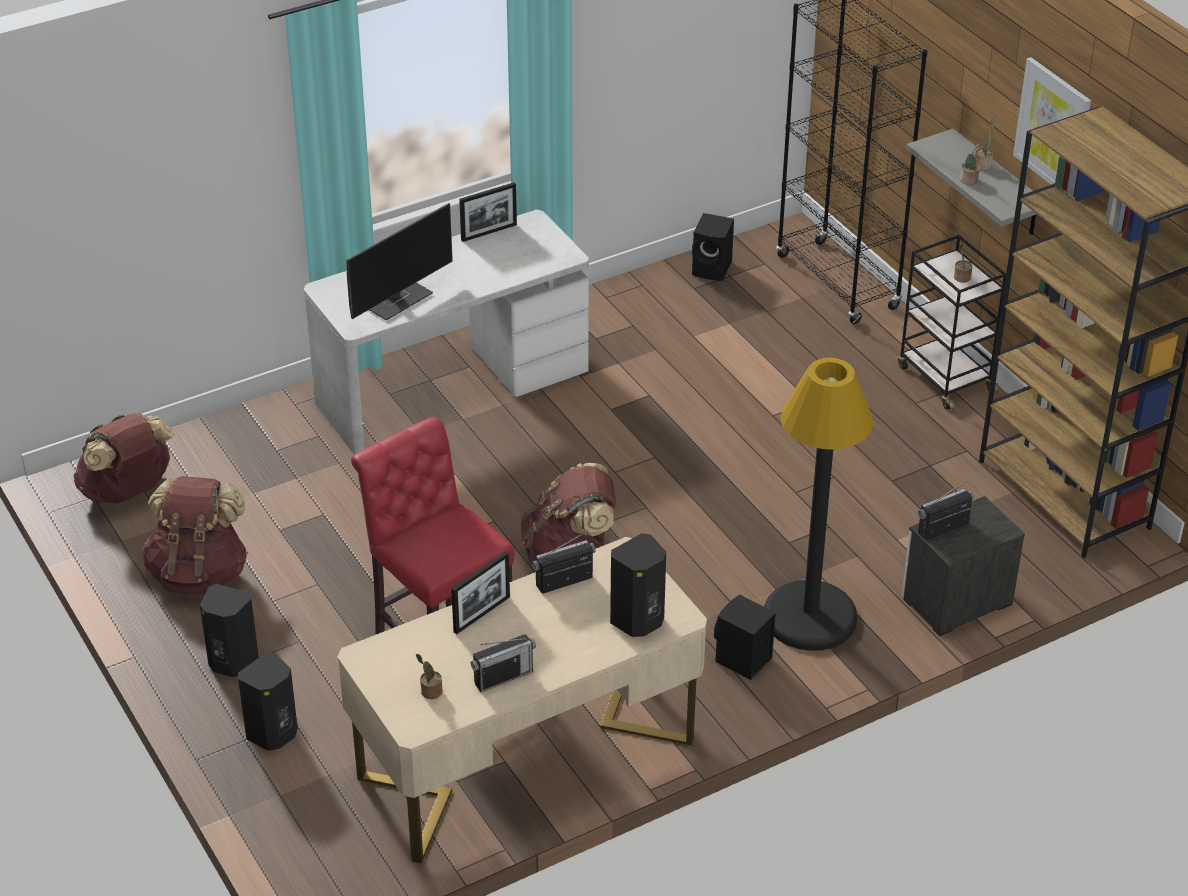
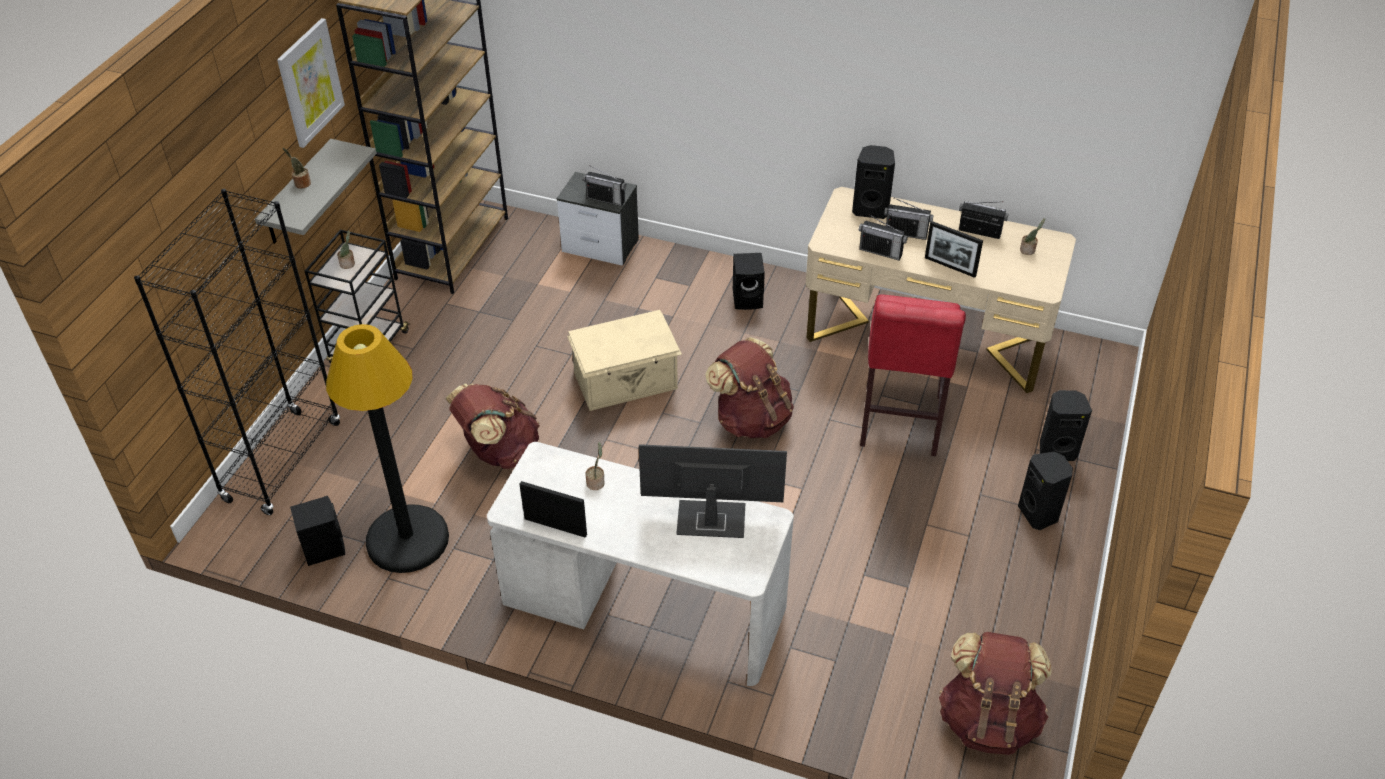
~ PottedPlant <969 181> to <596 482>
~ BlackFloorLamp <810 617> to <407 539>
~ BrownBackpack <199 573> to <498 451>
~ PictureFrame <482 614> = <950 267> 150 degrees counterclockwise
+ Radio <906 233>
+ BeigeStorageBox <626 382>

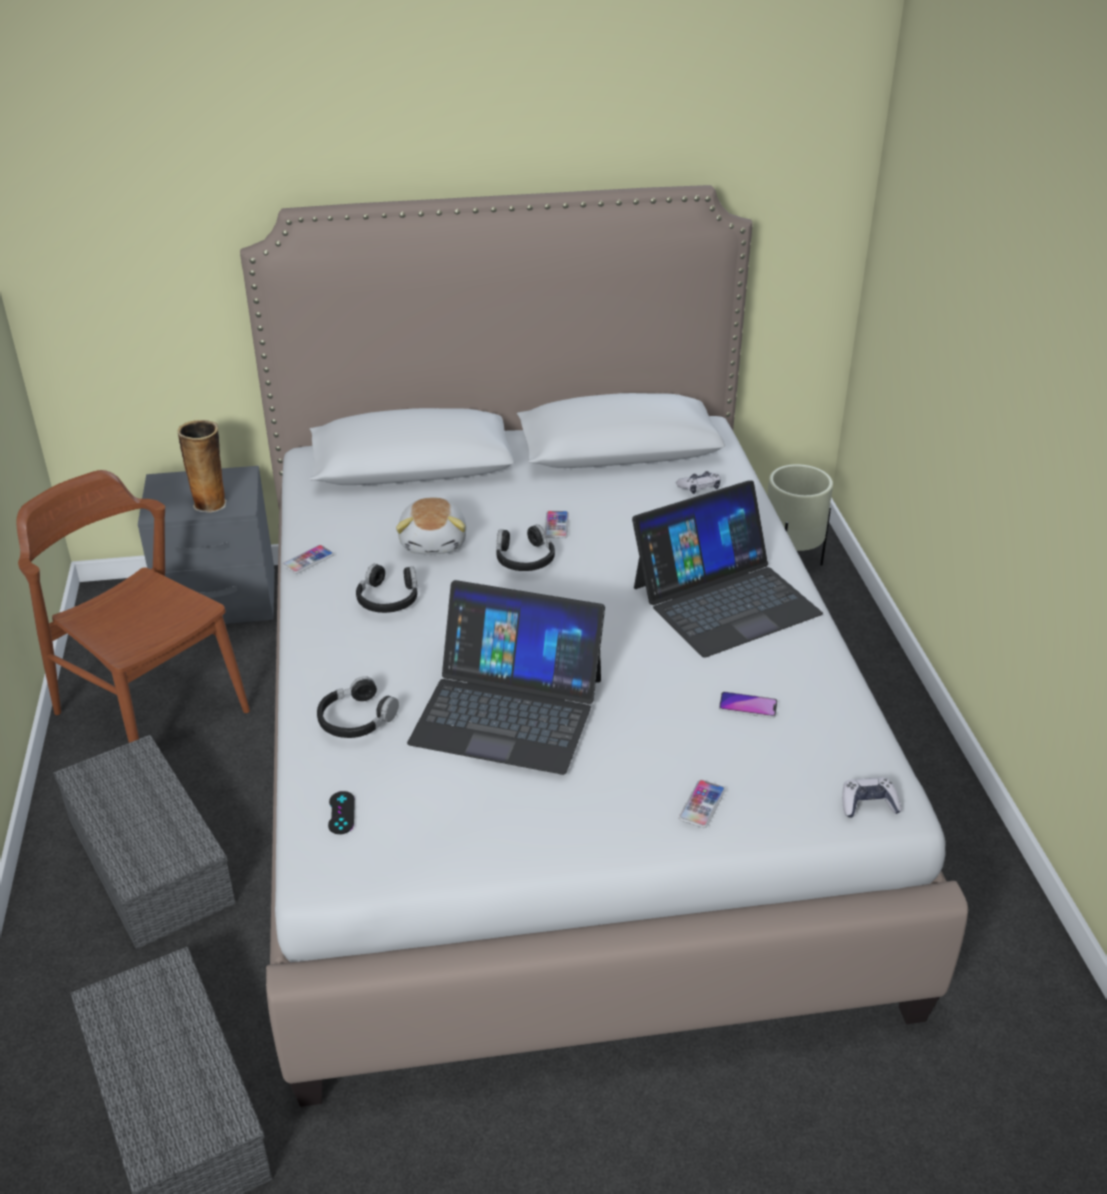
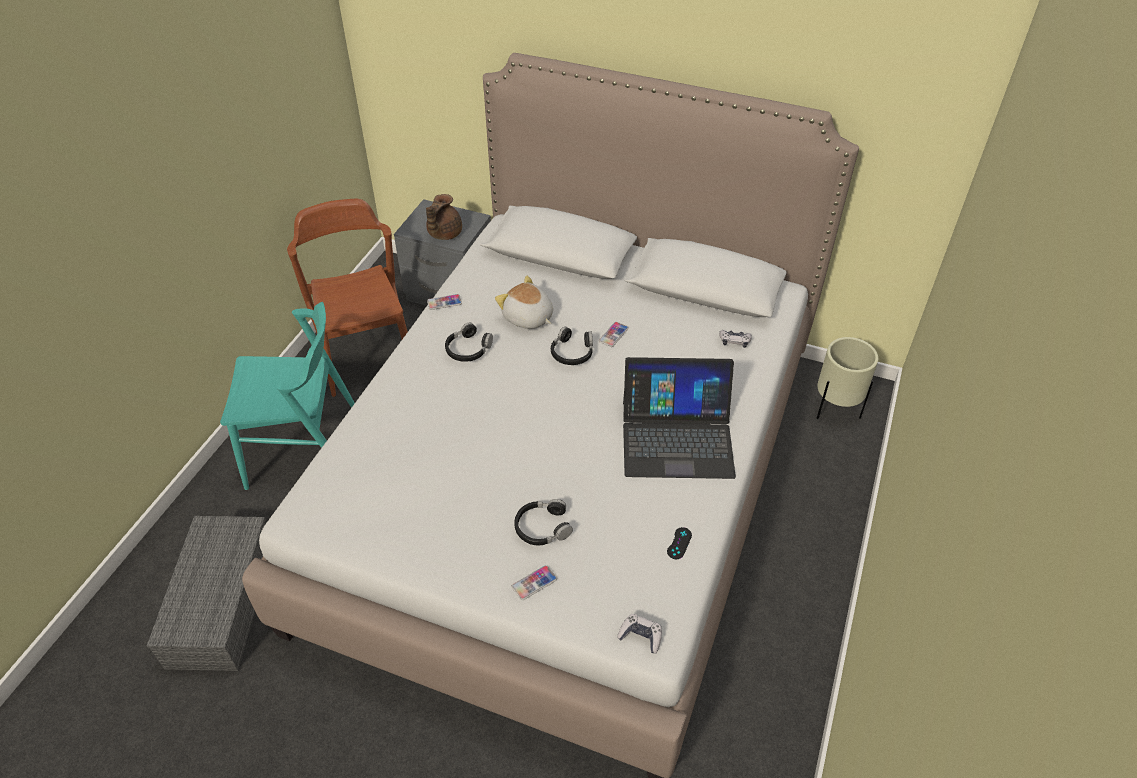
~ Vase <211 503> to BrownTeapot <443 234>
~ PlushToy <434 542> = <527 318> 105 degrees clockwise
- Laptop <508 710>
~ BlackHeadphones <356 719> to <542 527>
- Phone <748 706>
~ GreyStorageBox <153 861> to TurquoiseChair <305 450>
~ BlackGameController <341 813> to <679 543>

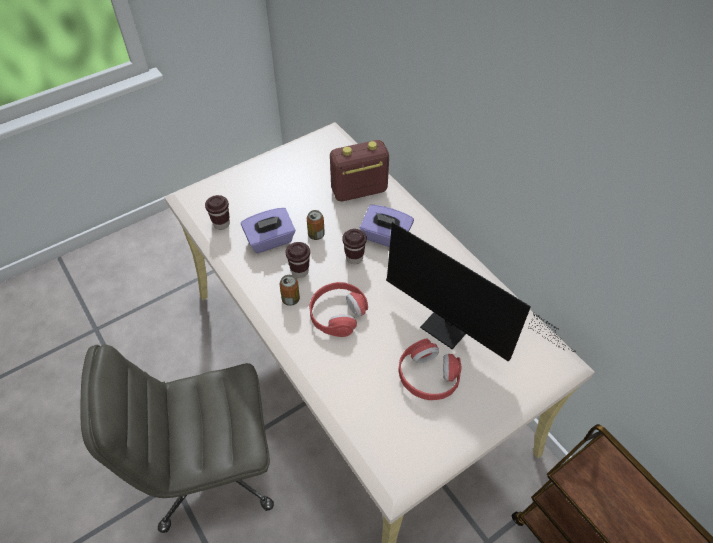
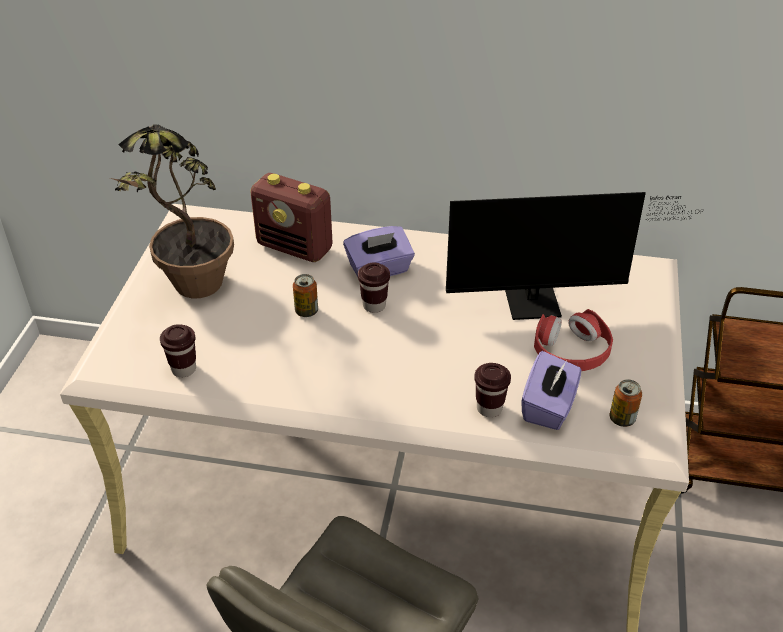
~ Radio <358 191> = <295 247> 90 degrees counterclockwise
~ PurpleTissueBox <270 241> to <549 407>
~ BrownCup <300 271> to <489 408>
~ Can <291 299> to <622 419>
- RedHeadphones <337 313>
+ PottedPlant <191 295>

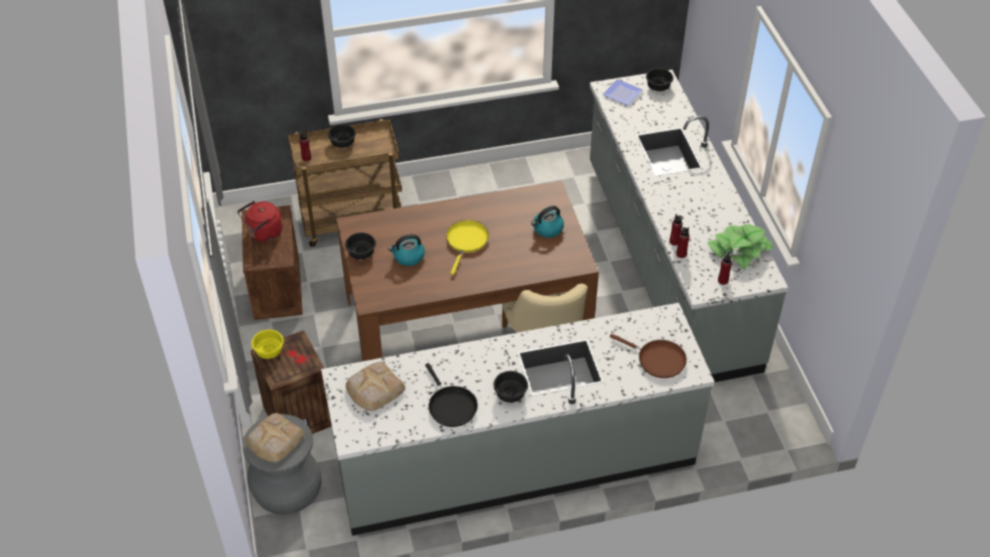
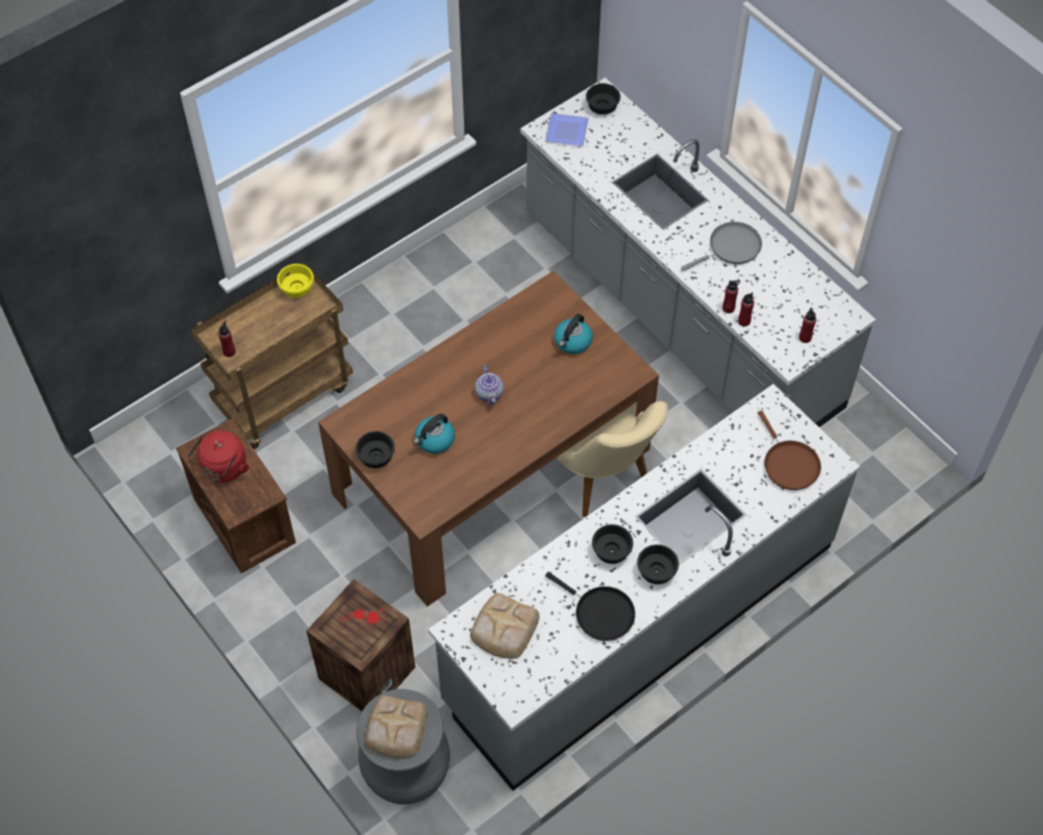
~ BlackBowl <341 143> to <610 552>
~ YellowFryingPan <466 241> to Teapot <490 393>
- PottedPlant <739 250>
~ YellowBowl <270 351> to <298 288>
~ BrownFryingPan <658 360> = <789 464> 60 degrees clockwise
+ GreyFryingPan <731 248>

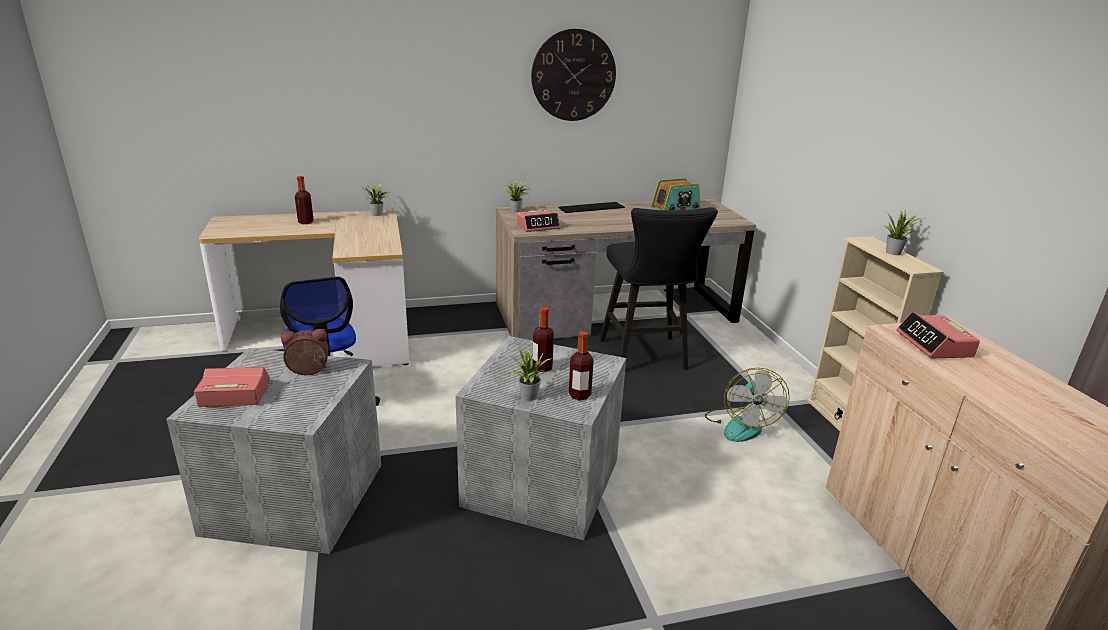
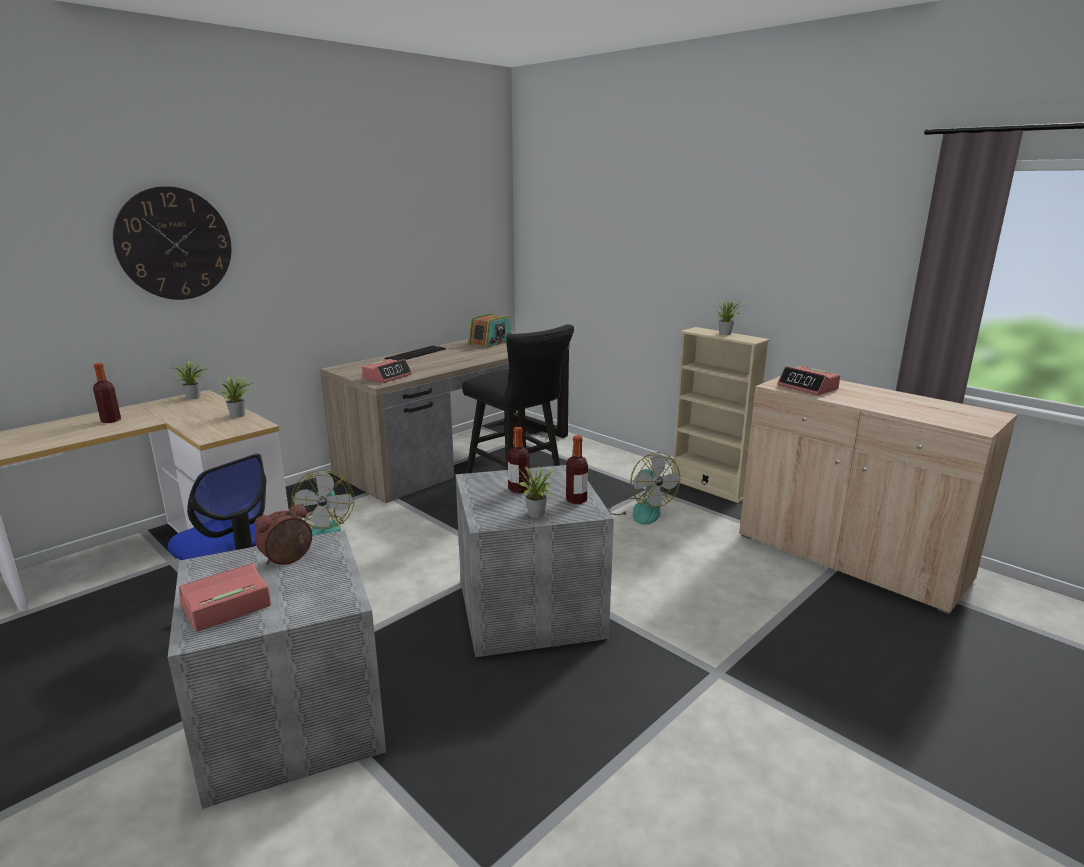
~ WallClock <573 75> to <174 244>
~ PottedPlant <517 211> to <239 415>
+ Fan <322 530>

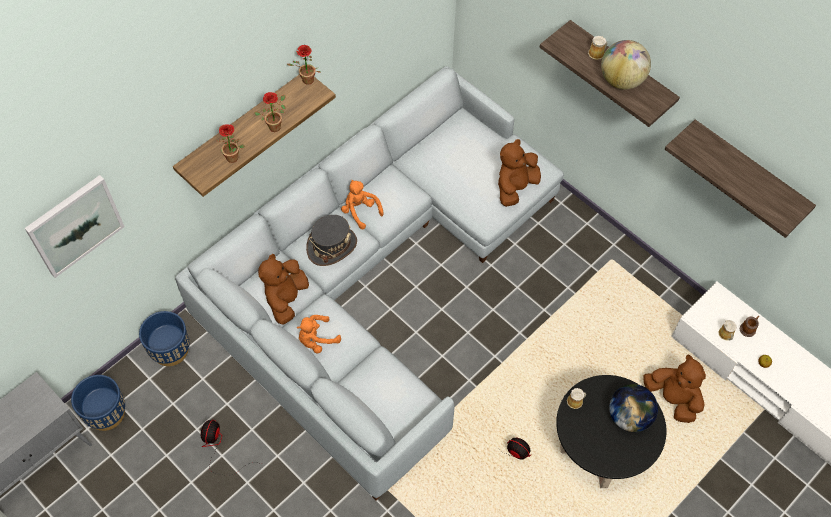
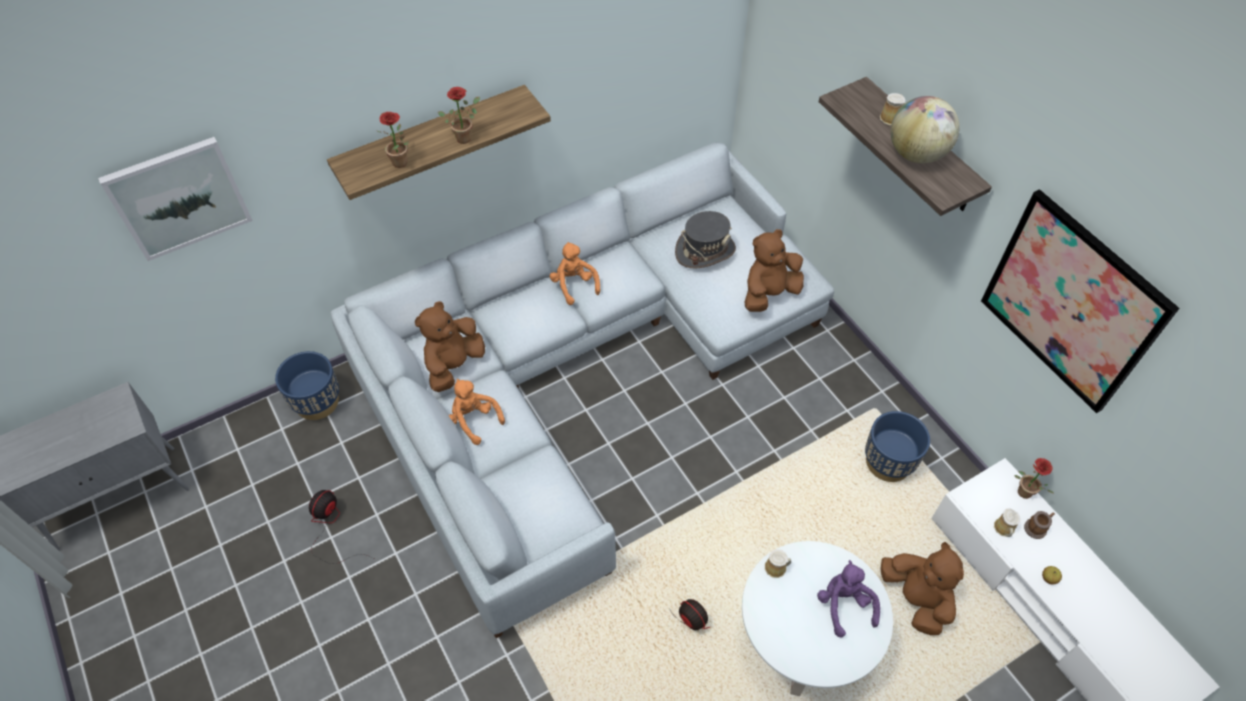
~ PottedPlant <306 81> to <1022 493>
~ Shelf <748 172> to Picture <1071 302>
~ GreyHat <332 246> to <705 250>
~ OrangePlushToy <316 340> = <473 420> 60 degrees clockwise
~ BluePlanter <106 413> to <888 462>
~ BlackCoffeeTable <599 450> to WhiteCoffeeTable <802 643>
~ Globe <629 416> to PurplePlushToy <844 605>

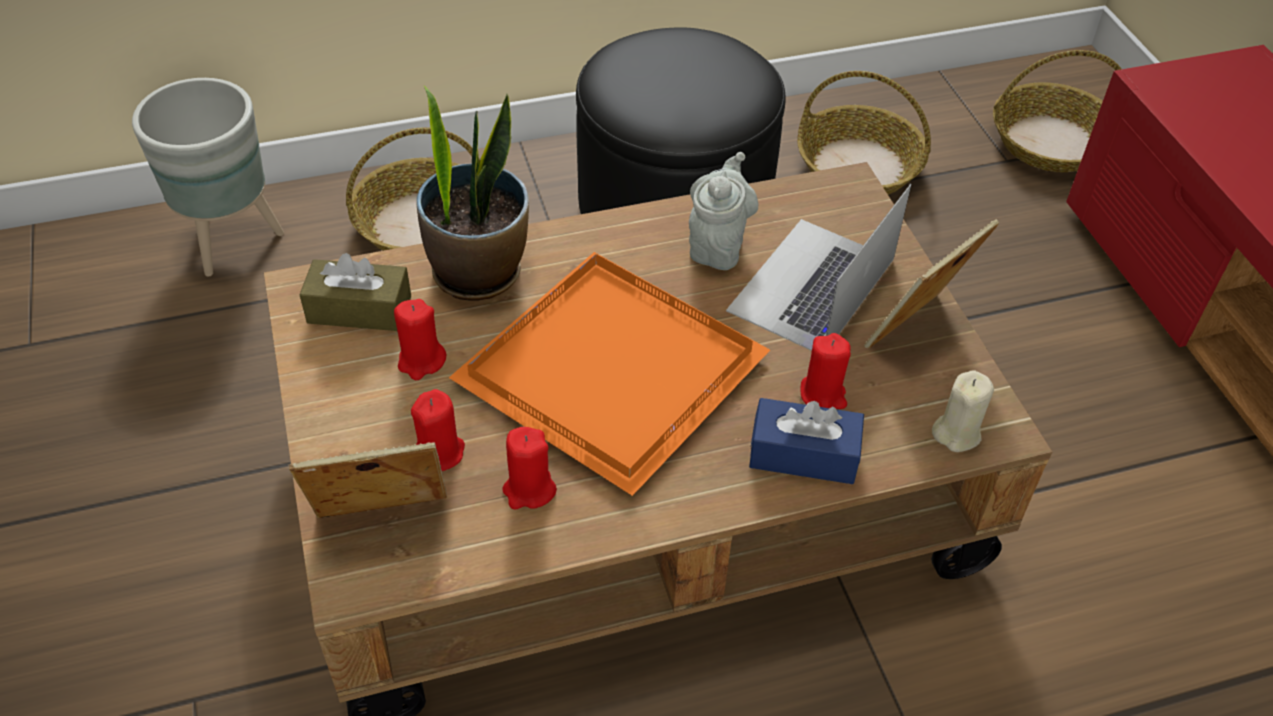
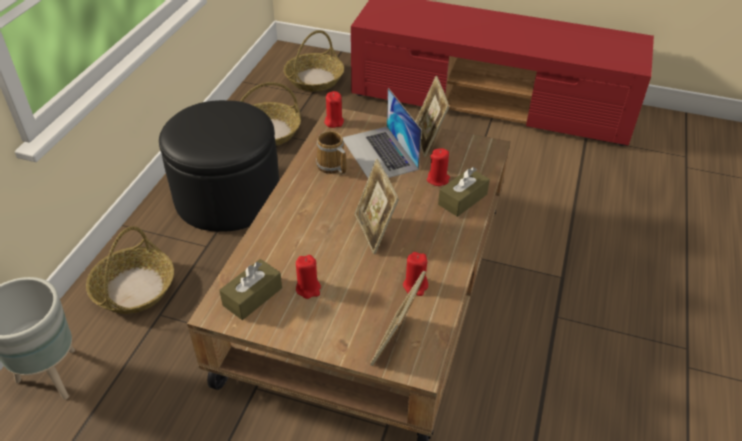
- PottedPlant <478 271>
~ GreyTeapot <718 245> to Mug <331 166>
~ OrangeTray <612 375> to PictureFrame <375 231>
- BeigeCandle <956 433>
~ RedCandle <440 452> to <333 122>
~ BlueTissueBox <803 454> to BrownTissueBox <462 199>

